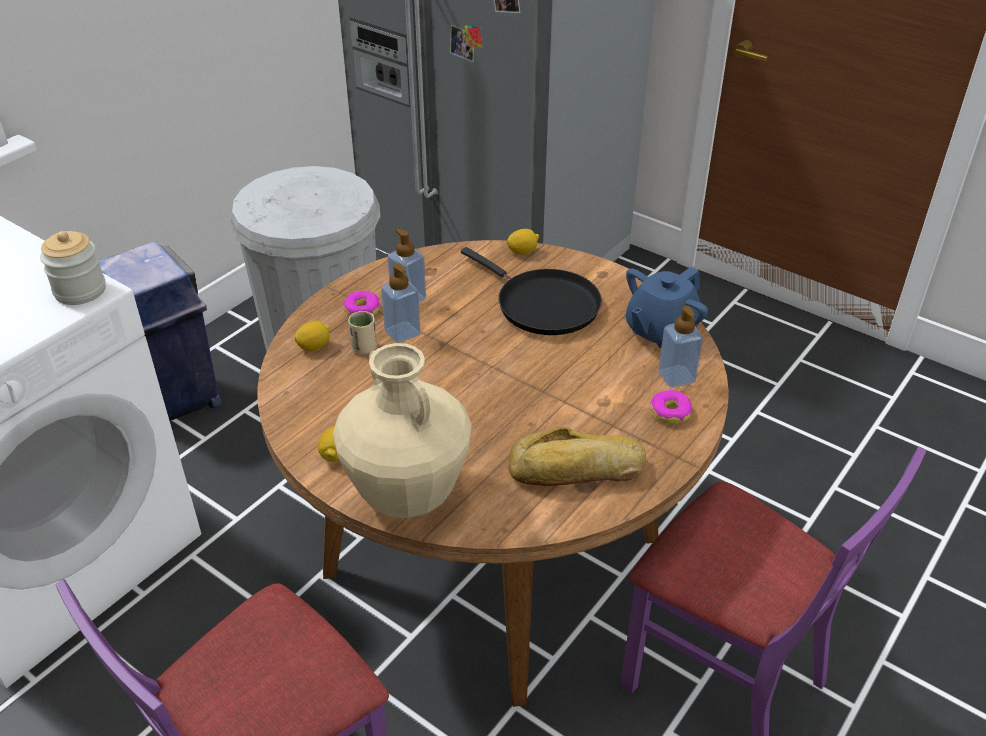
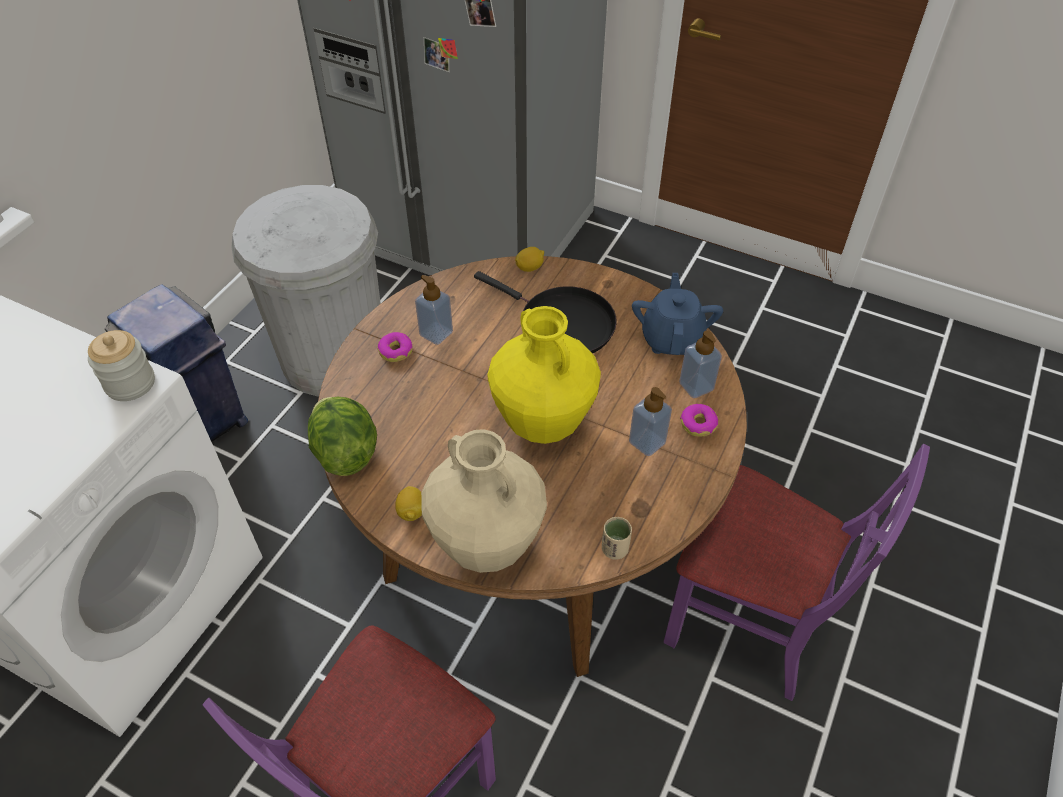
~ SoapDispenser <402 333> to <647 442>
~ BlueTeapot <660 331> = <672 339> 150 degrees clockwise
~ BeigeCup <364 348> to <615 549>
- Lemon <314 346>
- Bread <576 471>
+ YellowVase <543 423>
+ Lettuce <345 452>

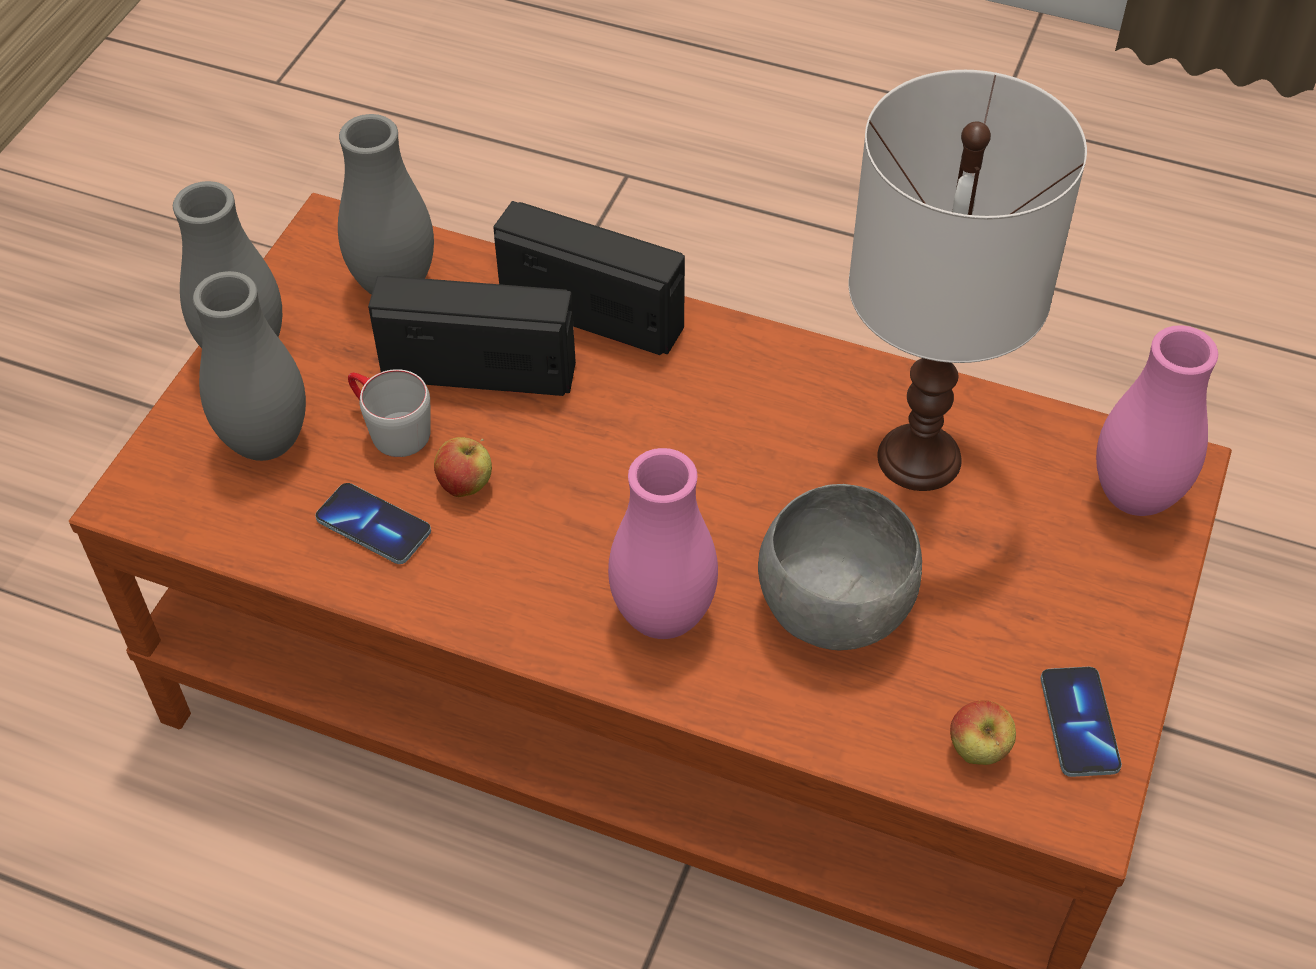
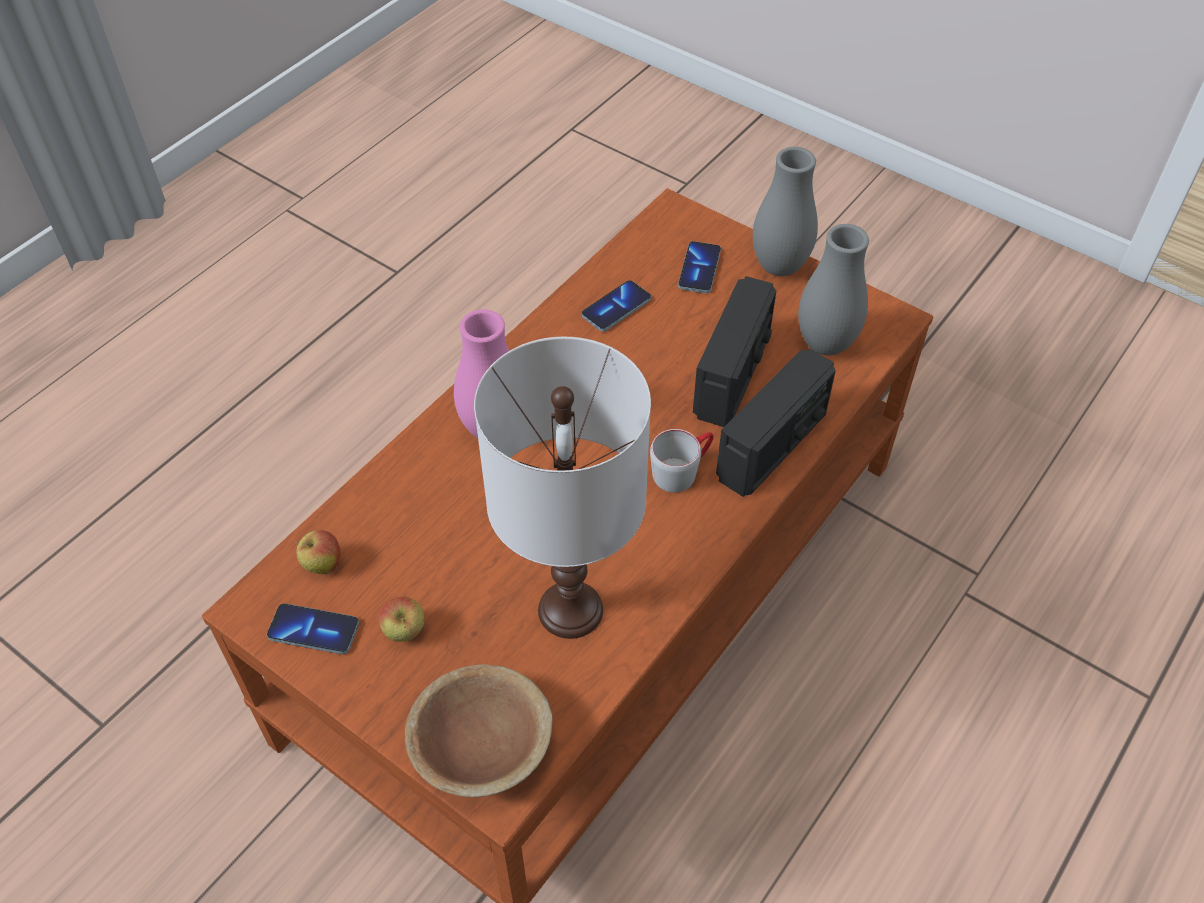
~ GreyVase <266 442> to Phone <699 269>
~ PinkVase <1135 496> to BrownBowl <481 746>
~ GreyMug <389 428> to <682 470>
~ Apple <466 486> to <405 632>
- GreyBowl <834 606>

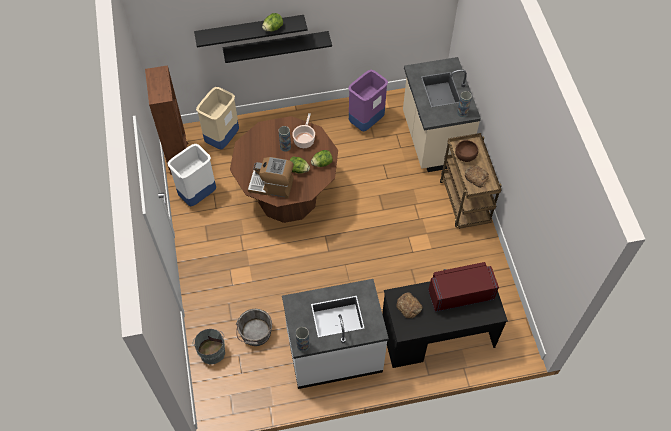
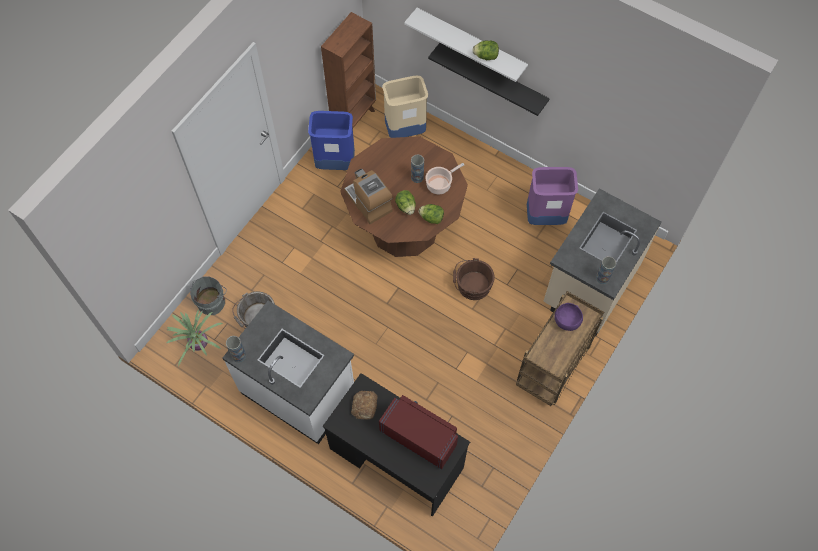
~ BlackShelf <250 30> to WhiteShelf <470 43>
~ BrownBowl <465 156> to PurpleBowl <567 321>
~ WhiteTrashCan <198 195> to BlueTrashCan <335 163>
- Bread <476 177>
+ BrownBucket <472 285>
+ PottedPlant <198 344>

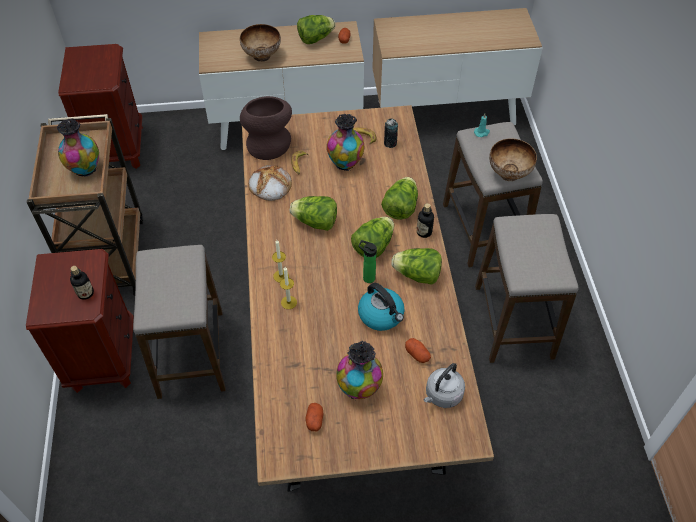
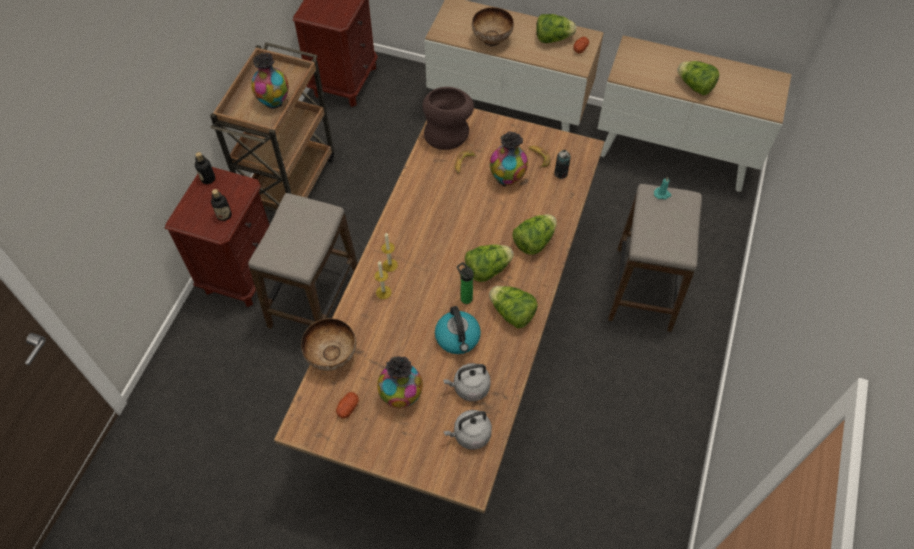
~ Bowl <508 173> to <332 356>
- Bread <270 185>
~ Lettuce <315 222> to <695 86>
~ Bottle <424 232> to <208 179>
- Stool <513 321>
~ Potato <417 354> to GreyKettle <469 387>

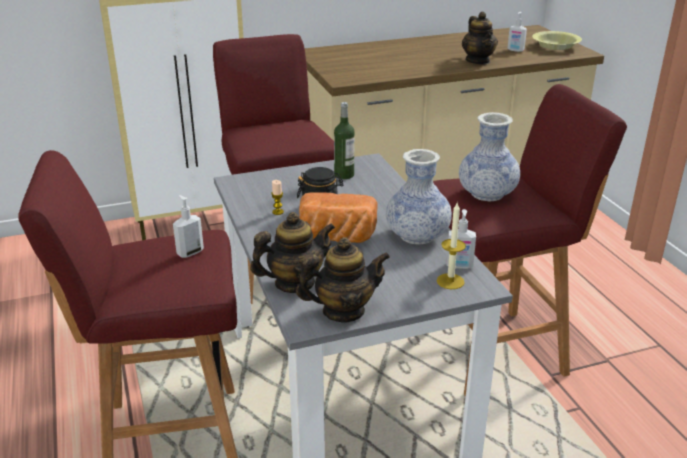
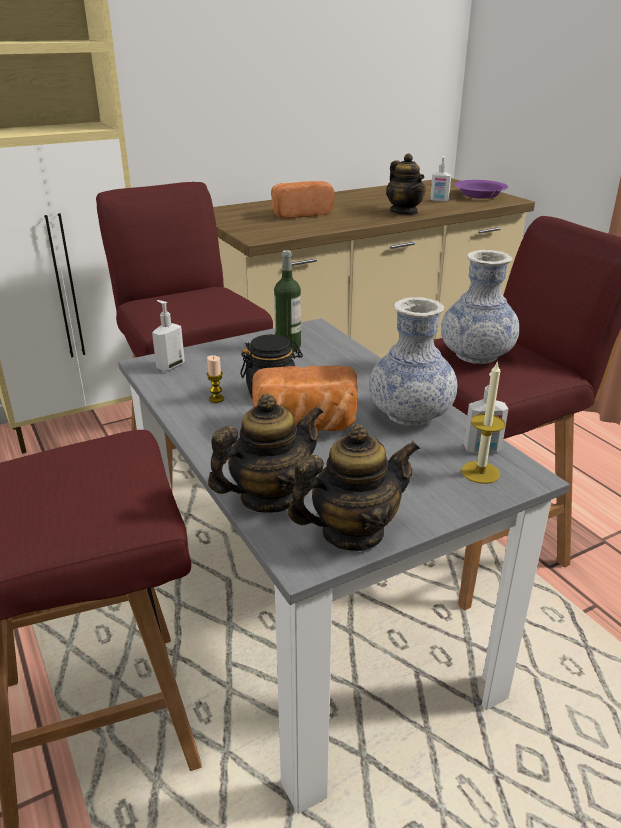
~ YellowBowl <555 46> to PurpleBowl <479 195>
~ SoapDispenser <190 252> to <170 366>
+ Bread <300 213>

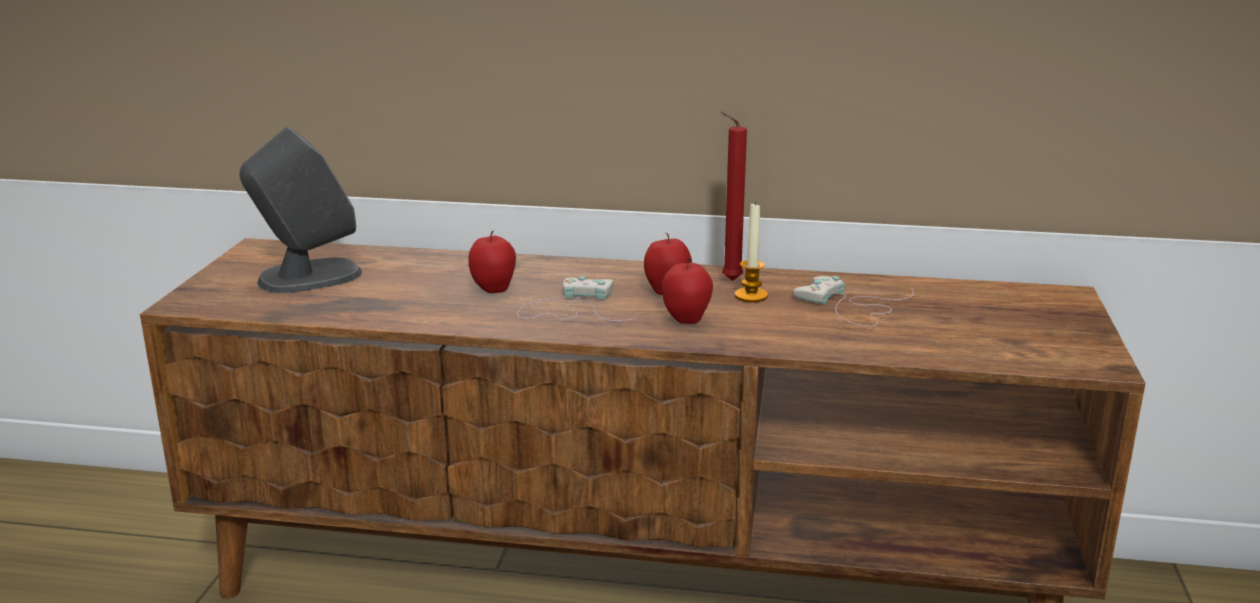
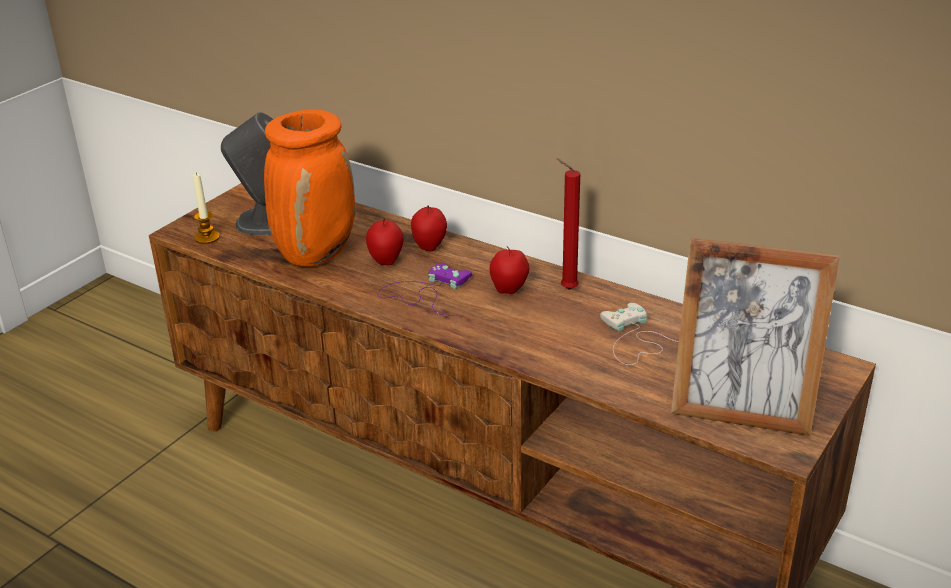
~ Candle <751 296> to <207 238>
~ Apple <686 319> to <430 246>
~ WhiteGameController <572 308> to PurpleGameController <426 293>
+ OrangeVase <316 253>
+ PictureFrame <741 412>

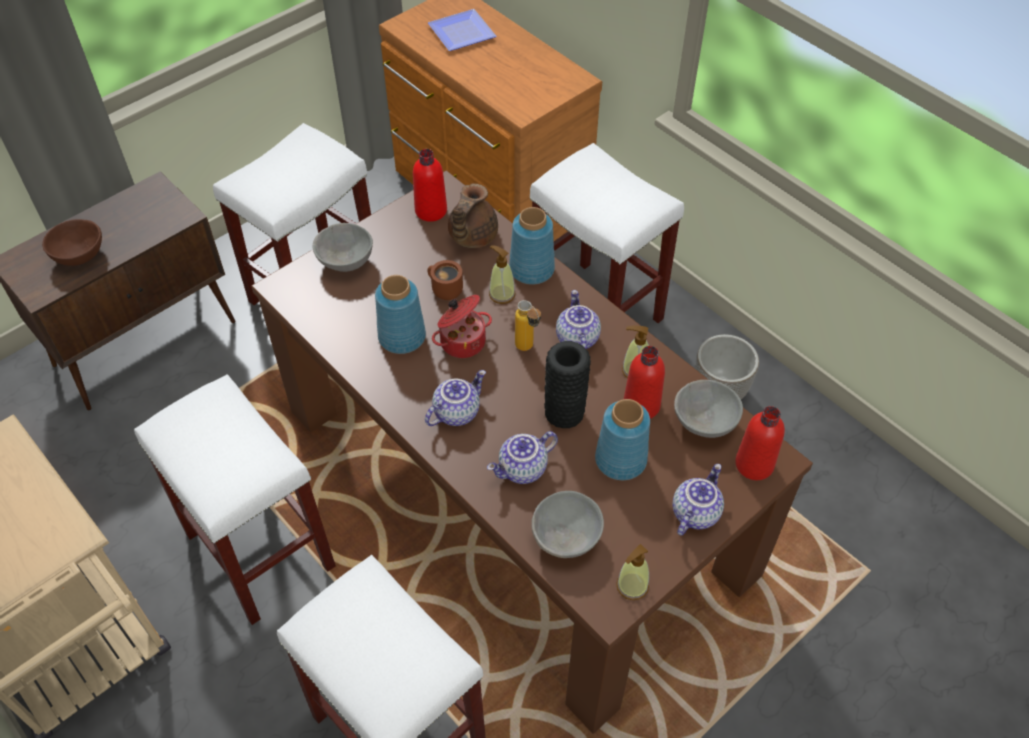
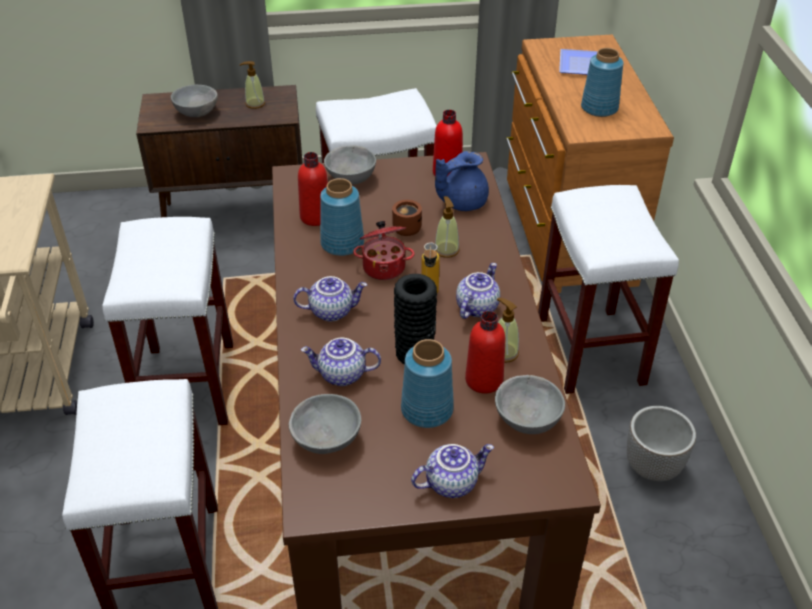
~ BrownTeapot <471 236> to BlueTeapot <461 202>
~ BlueVase <531 269> to <598 108>
~ BrownBowl <79 255> to GreyBowl <196 113>
~ RedBottle <754 464> to <315 217>
~ SoapDispenser <632 586> to <255 104>

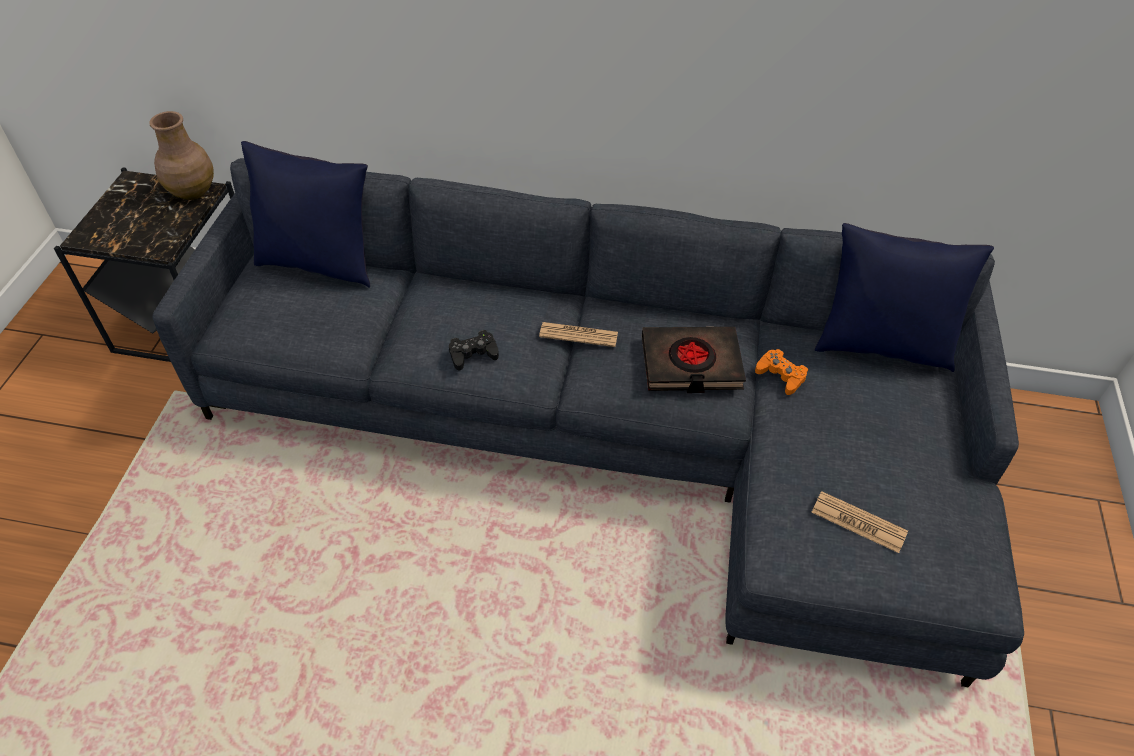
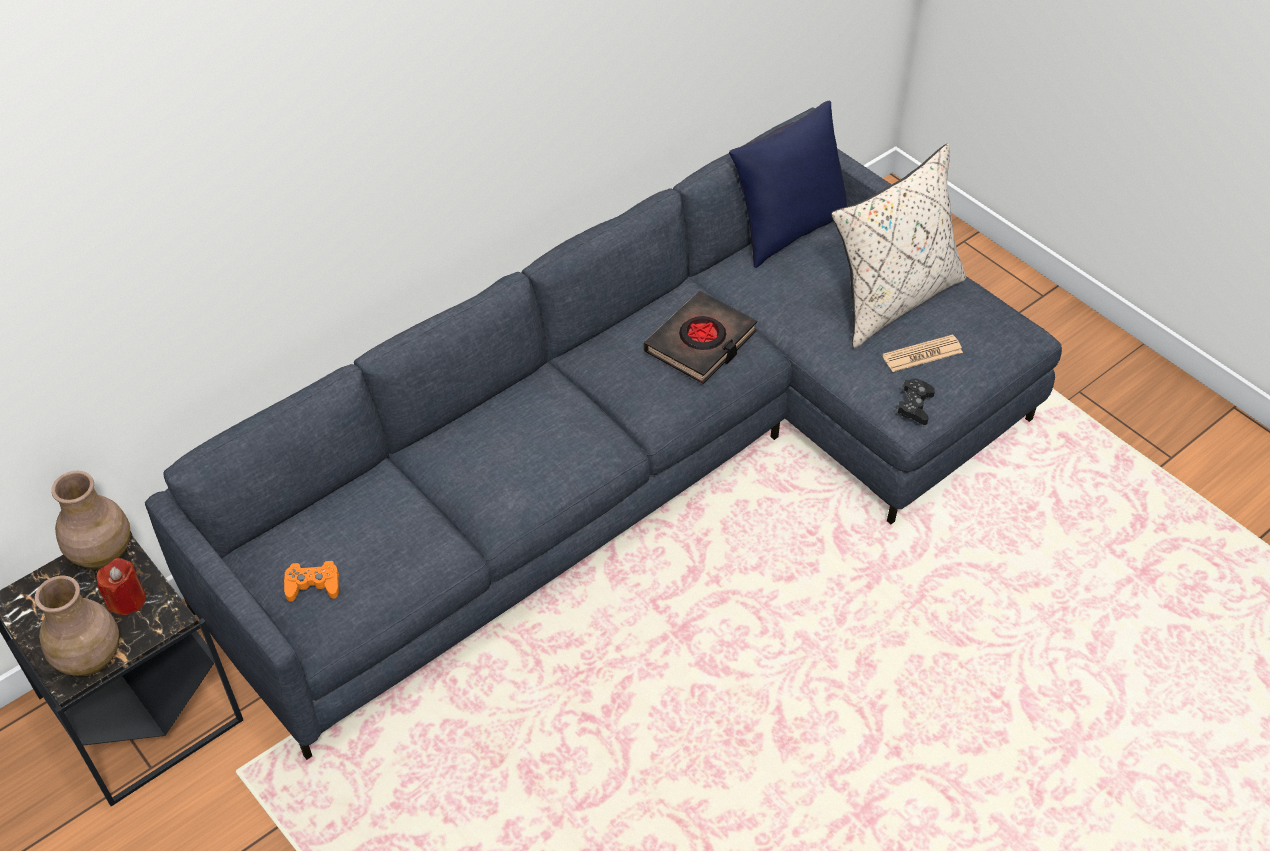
- BluePillow <319 263>
- Newspaper <578 335>
~ BlackGameController <473 354> to <914 406>
~ OrangeGameController <781 375> to <313 585>
+ BeigePillow <892 299>
+ RedCandle <127 600>
+ BrownVase <90 658>

